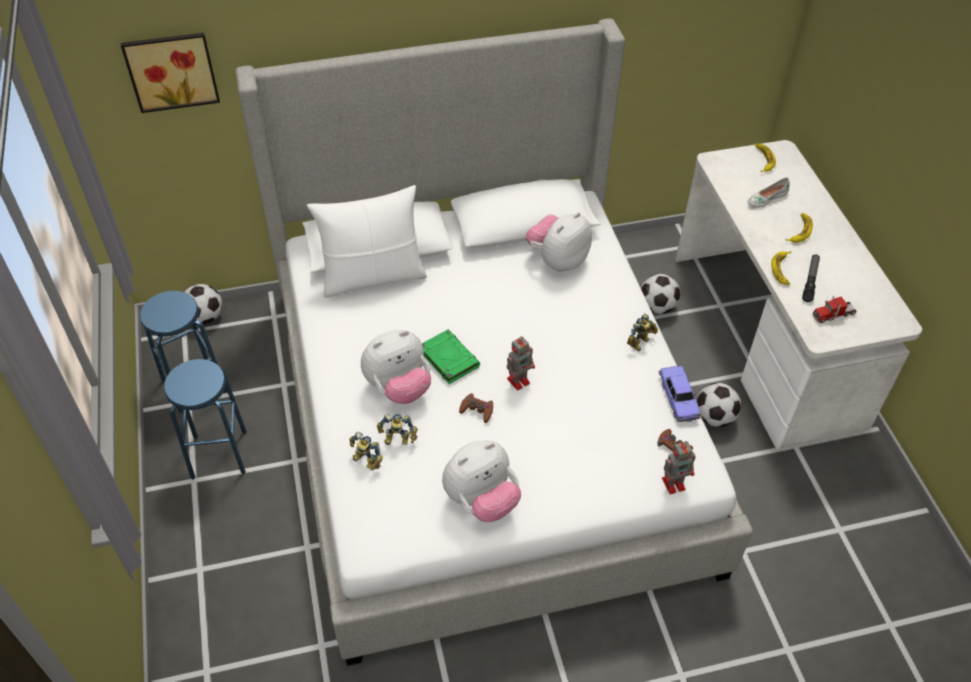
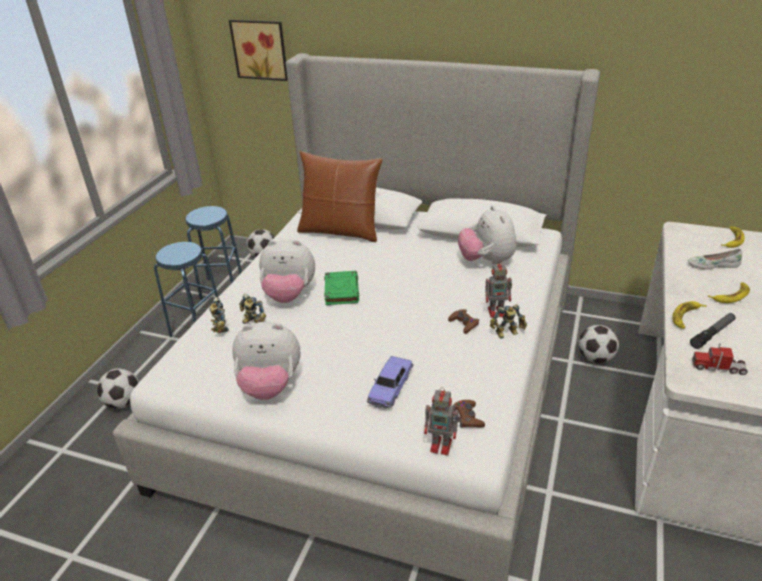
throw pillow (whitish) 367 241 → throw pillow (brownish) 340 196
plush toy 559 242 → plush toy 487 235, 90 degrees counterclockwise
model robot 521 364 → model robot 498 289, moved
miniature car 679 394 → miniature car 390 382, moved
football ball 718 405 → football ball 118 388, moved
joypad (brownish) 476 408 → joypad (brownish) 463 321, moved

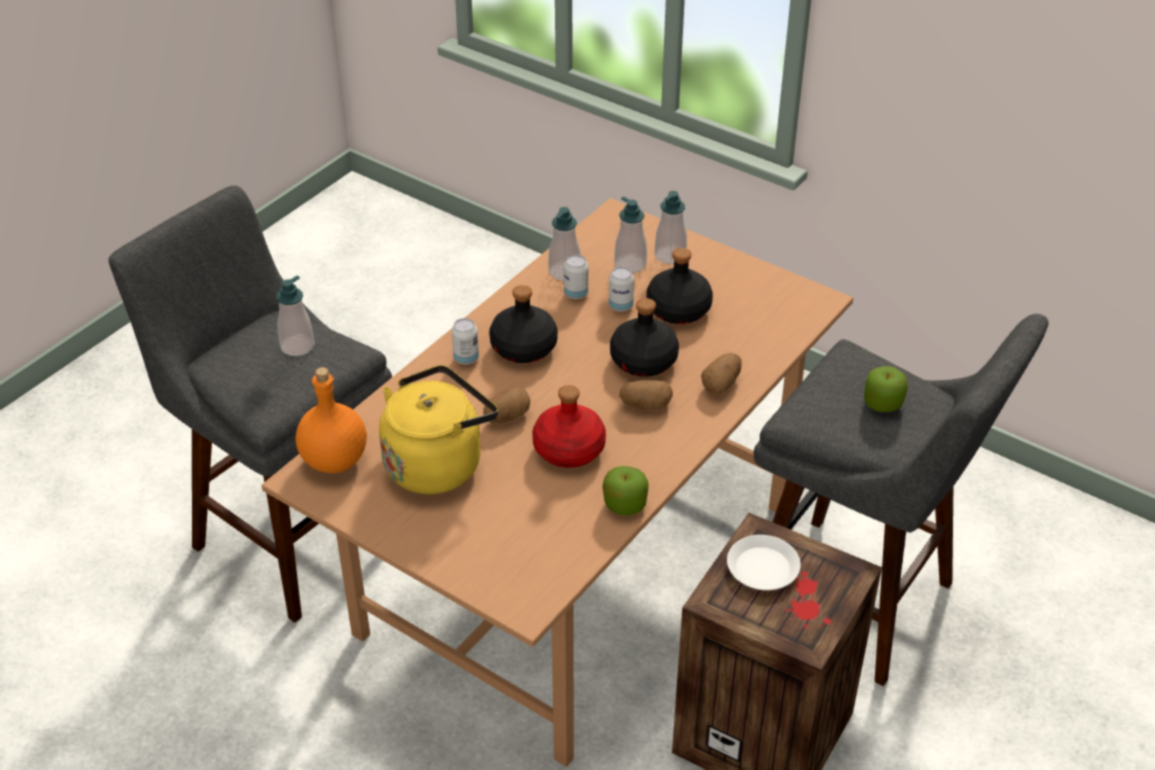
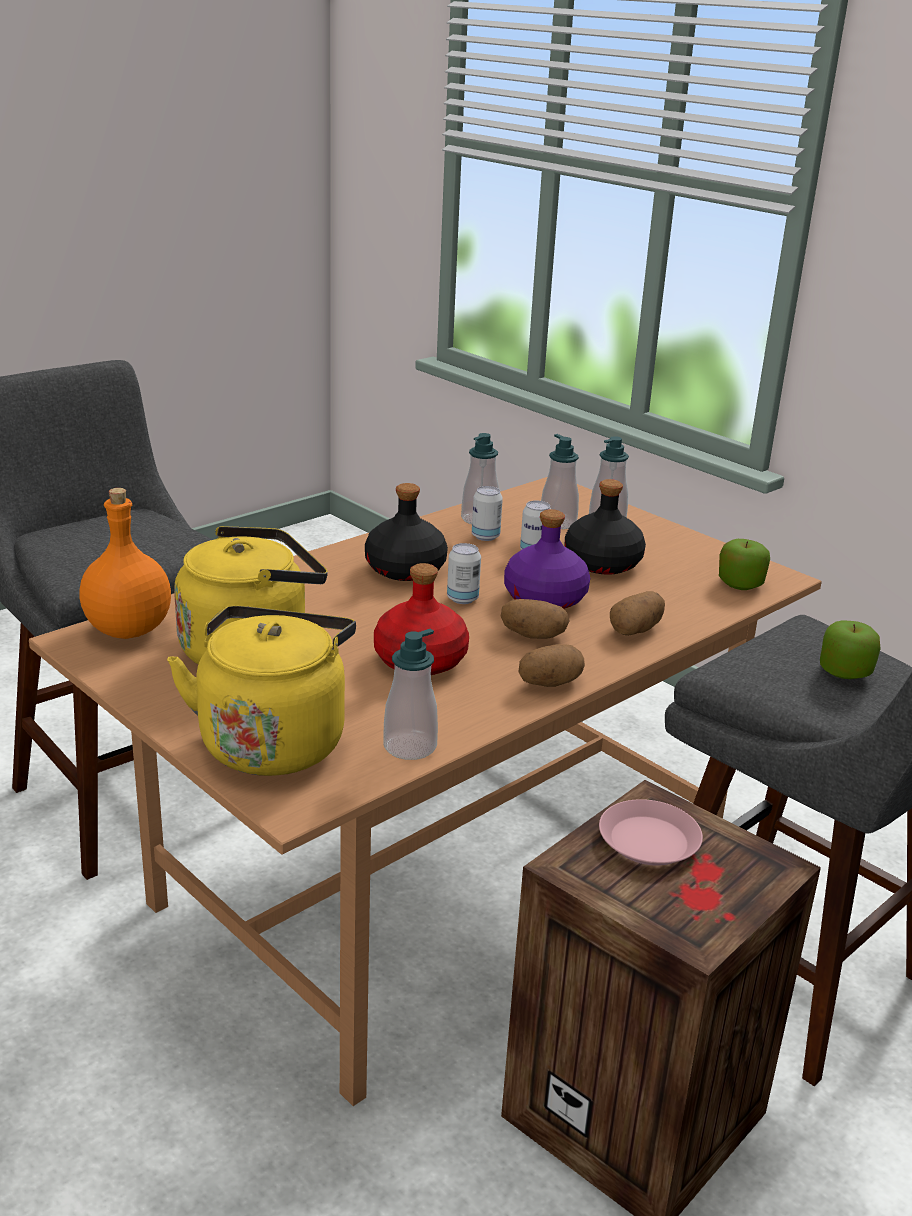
liquid soap bottle 295 316 → liquid soap bottle 410 694, moved
bottle (blackish) 644 337 → bottle (purple-coloured) 547 559
metal can 465 341 → metal can 464 573, moved
whole potato 507 404 → whole potato 551 665, moved
apple fruit 626 491 → apple fruit 744 564, moved
dinner plate (whitish) 764 562 → dinner plate (pinkish) 651 832
- → tea kettle (yellow-coloured) 261 690

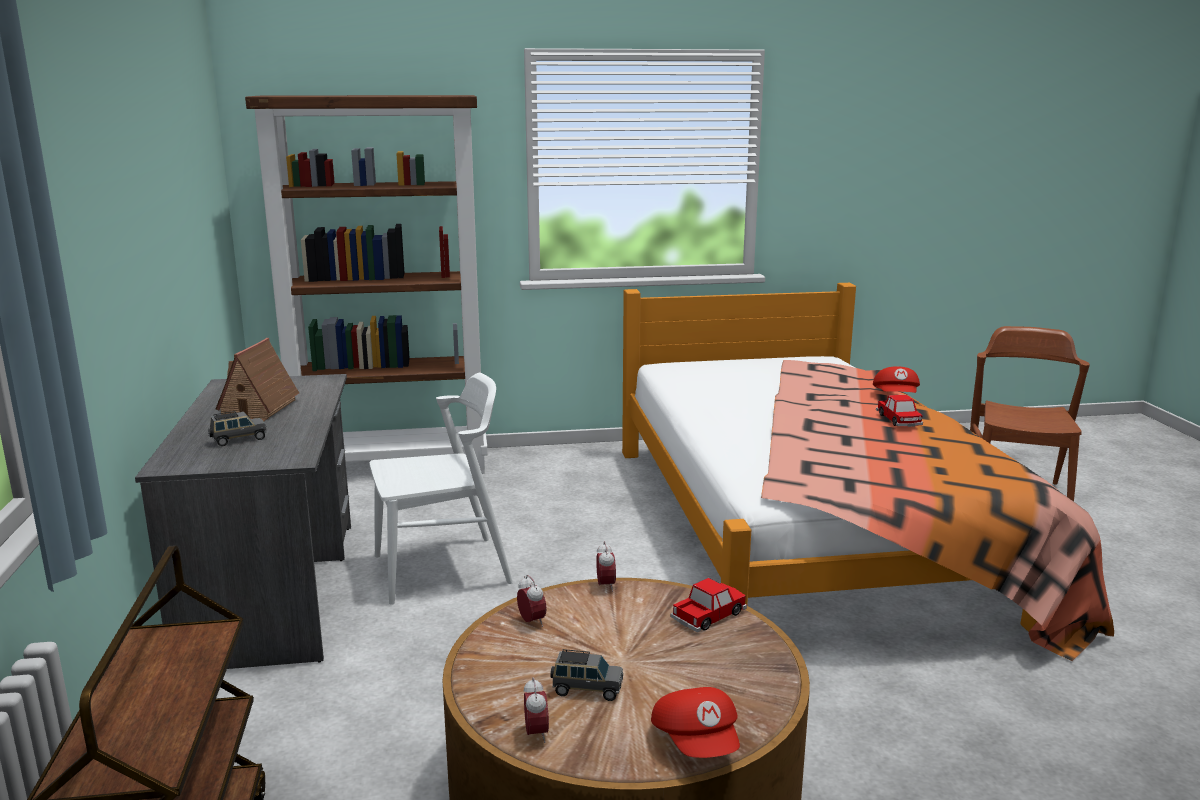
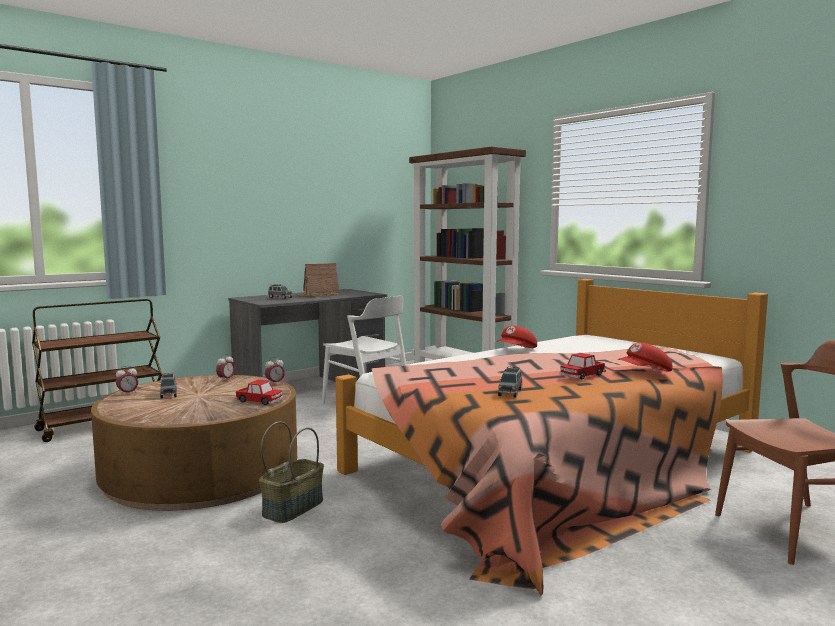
baseball cap (red) 695 722 → baseball cap (red) 517 337, moved
- → miniature car (greyish) 510 382
- → household basket 291 472

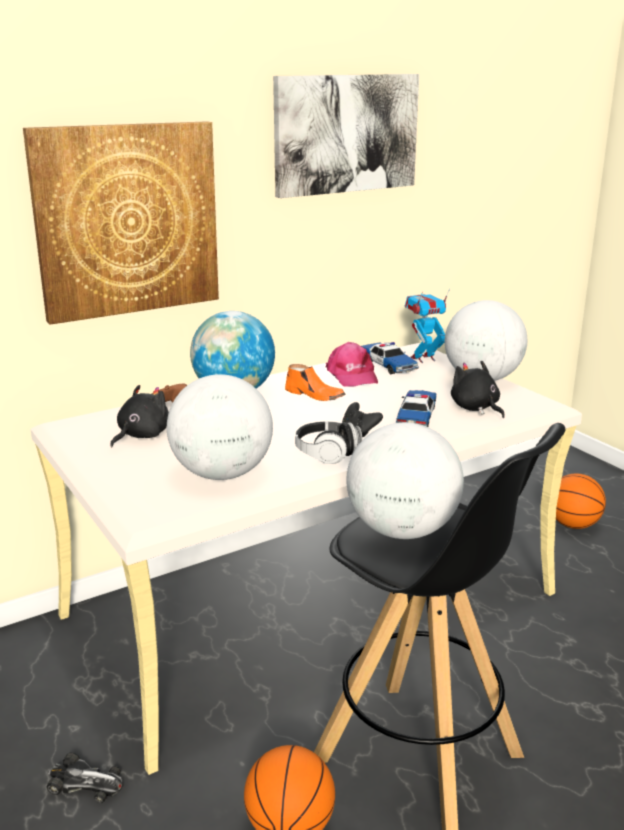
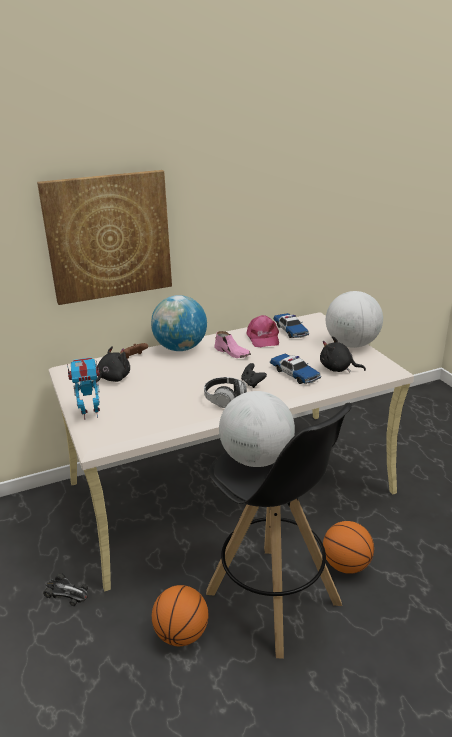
wall art 346 136 → -
model robot 427 325 → model robot 83 388, moved
plush toy (blackish) 478 389 → plush toy (blackish) 343 354, 45 degrees counterclockwise
shoe (orange-coloured) 315 382 → shoe (pinkish) 232 344
world globe 220 427 → -
miniature car 416 408 → miniature car 295 369, 120 degrees clockwise
basketball 581 501 → basketball 348 547, moved

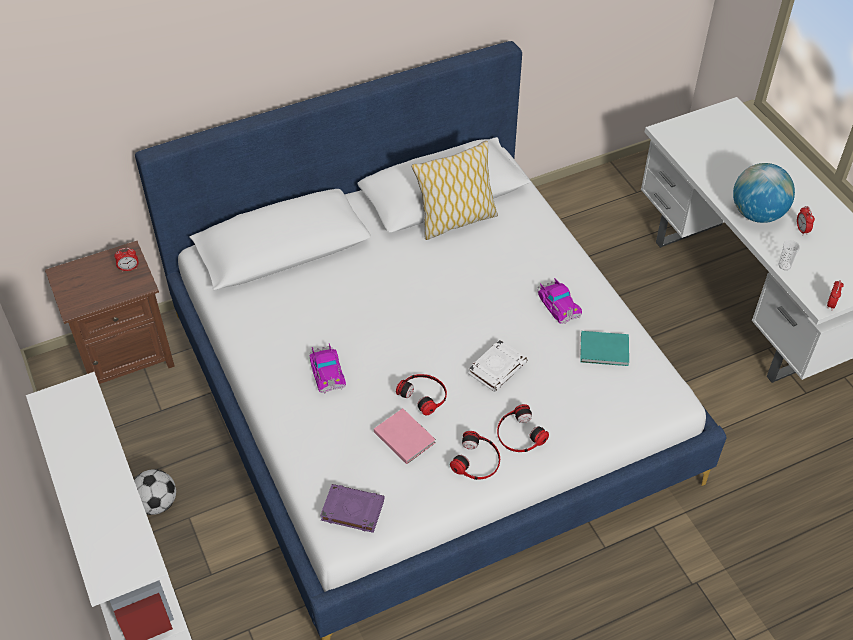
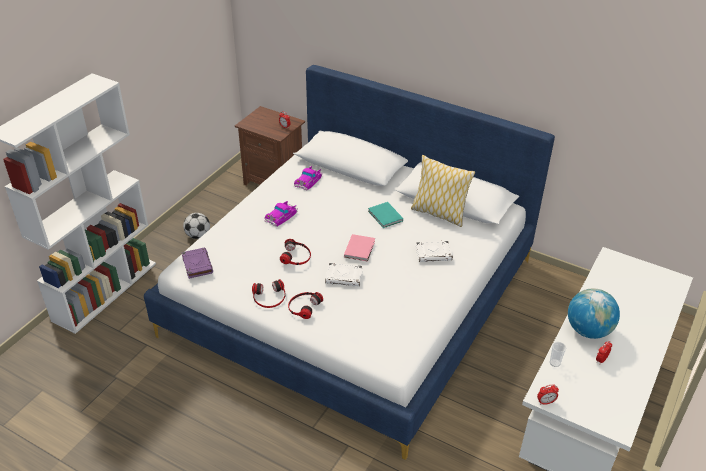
miniature car 559 301 → miniature car 308 178, moved
bound book (turquoise) 604 348 → bound book (turquoise) 385 215, moved
bound book (pinkish) 405 436 → bound book (pinkish) 359 248, moved
- → bound book (whitish) 434 251

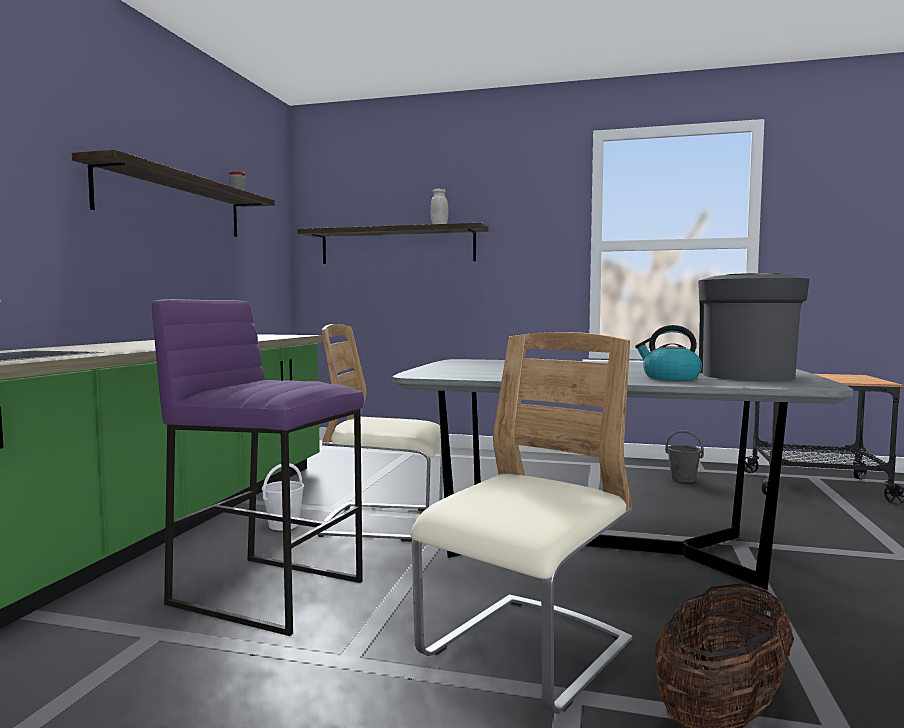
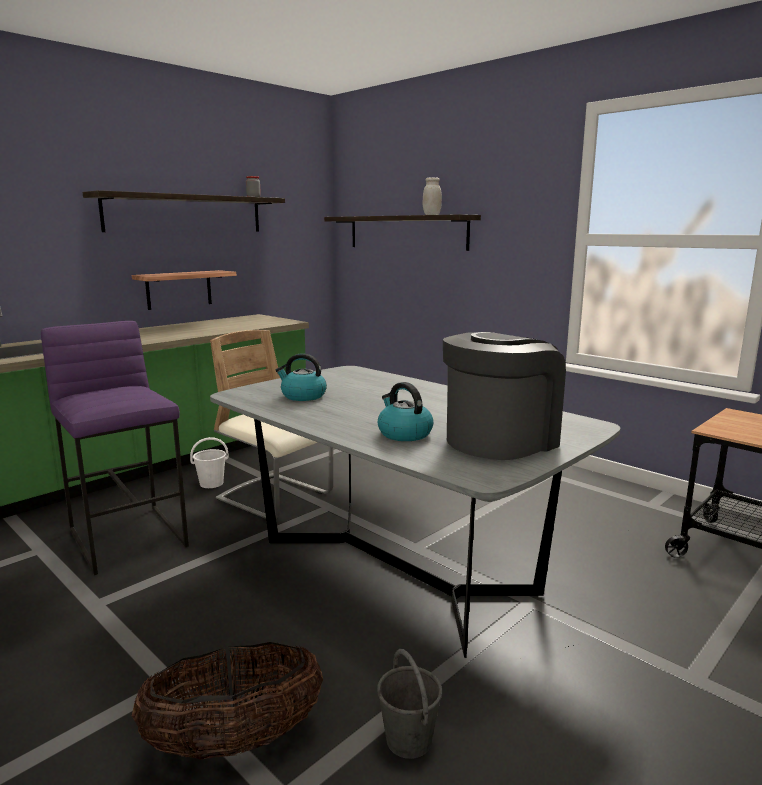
chair (beige) 521 523 → -
bucket (greyish) 684 456 → bucket (greyish) 409 704, moved
- → wall shelf 184 290
- → tea kettle 301 377

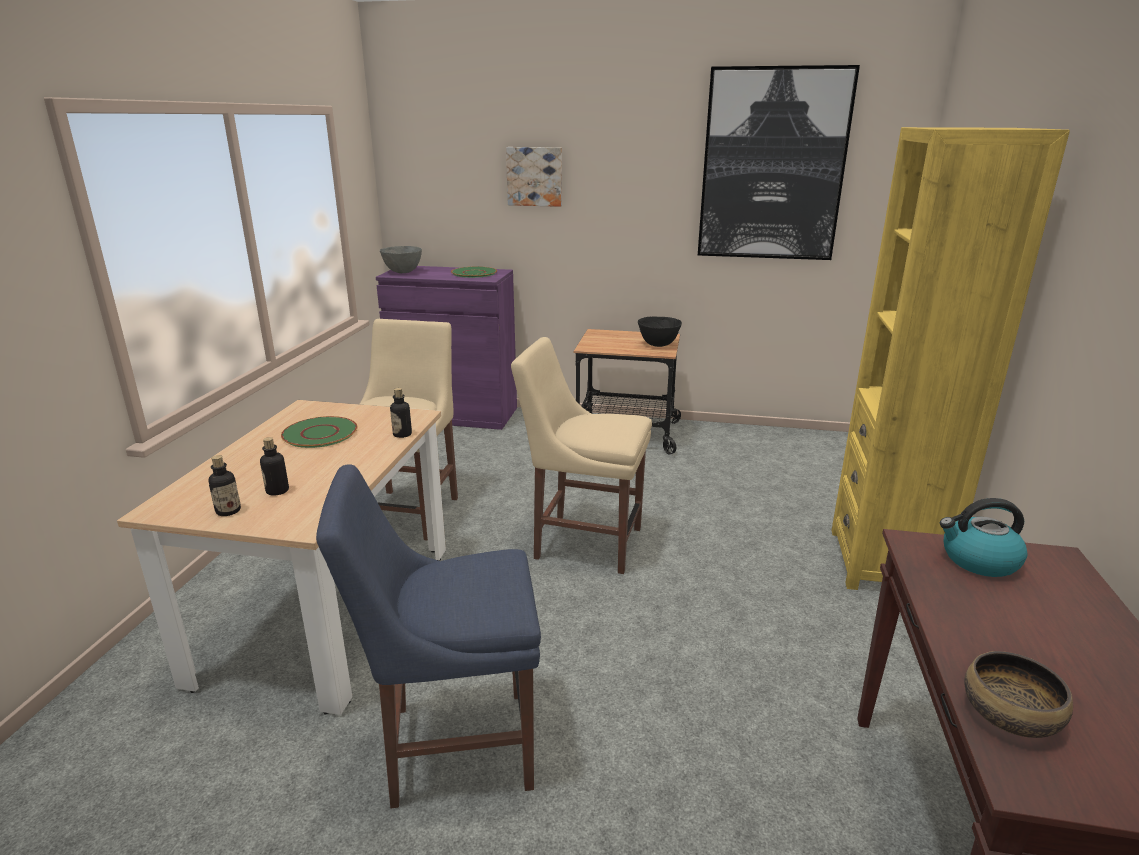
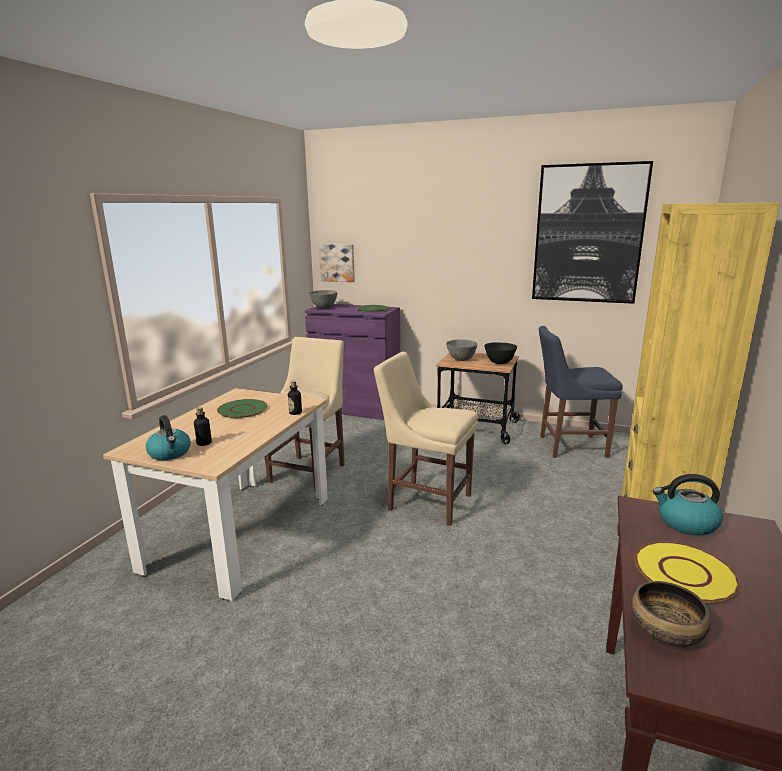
wall art 534 177 → wall art 337 263, moved
bottle 224 485 → tea kettle 168 437
chair (bluish) 428 636 → chair (bluish) 581 392, moved
- → deep dish (greyish) 462 350
- → dinner plate (yellow-coloured) 687 572

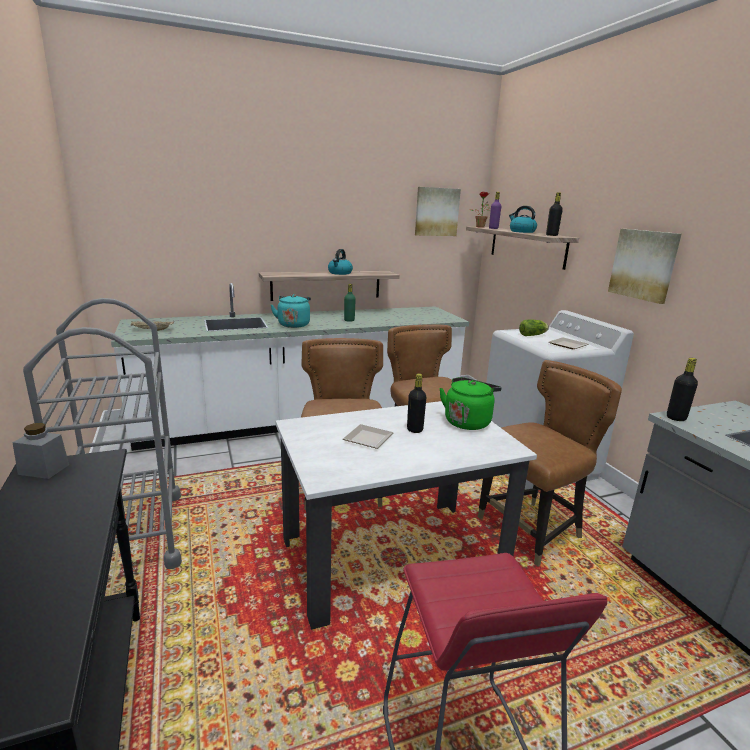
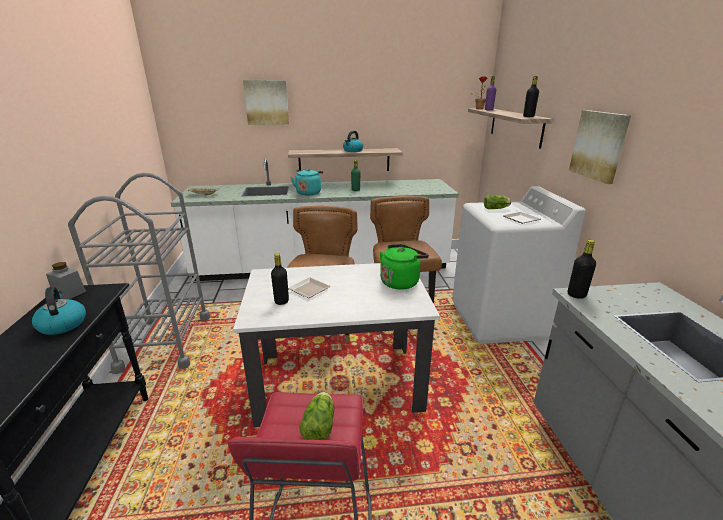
wall art 438 211 → wall art 266 102, moved
tea kettle 523 219 → tea kettle 59 311, moved
chair (brownish) 550 463 → -
bottle (blackish) 416 403 → bottle (blackish) 280 279, moved
- → lettuce 316 416

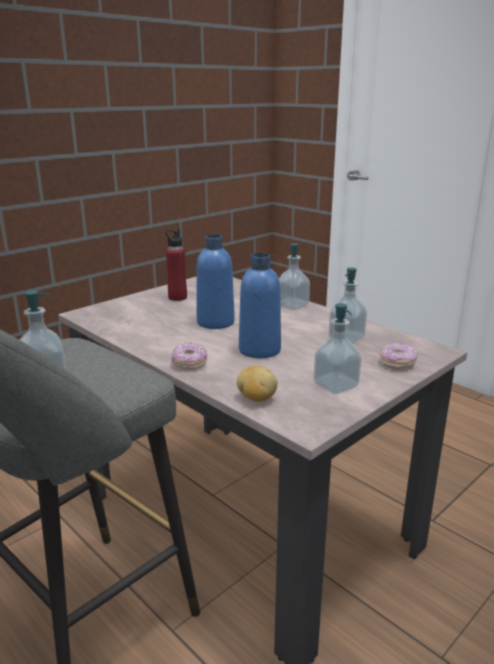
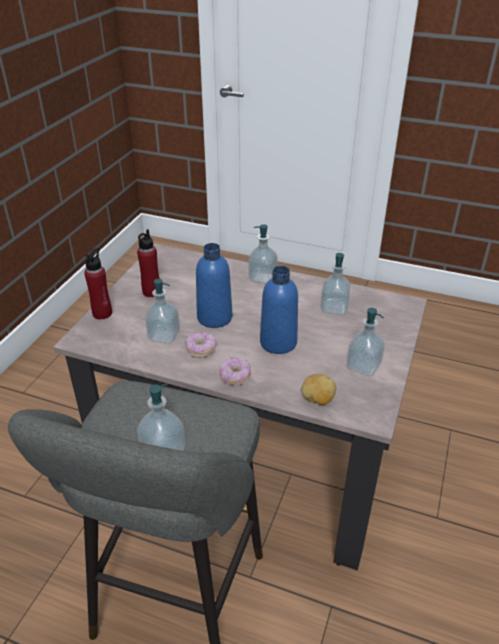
ring doughnut 399 356 → ring doughnut 200 345, moved
- → bottle (red) 98 284
- → liquid soap bottle 162 311

